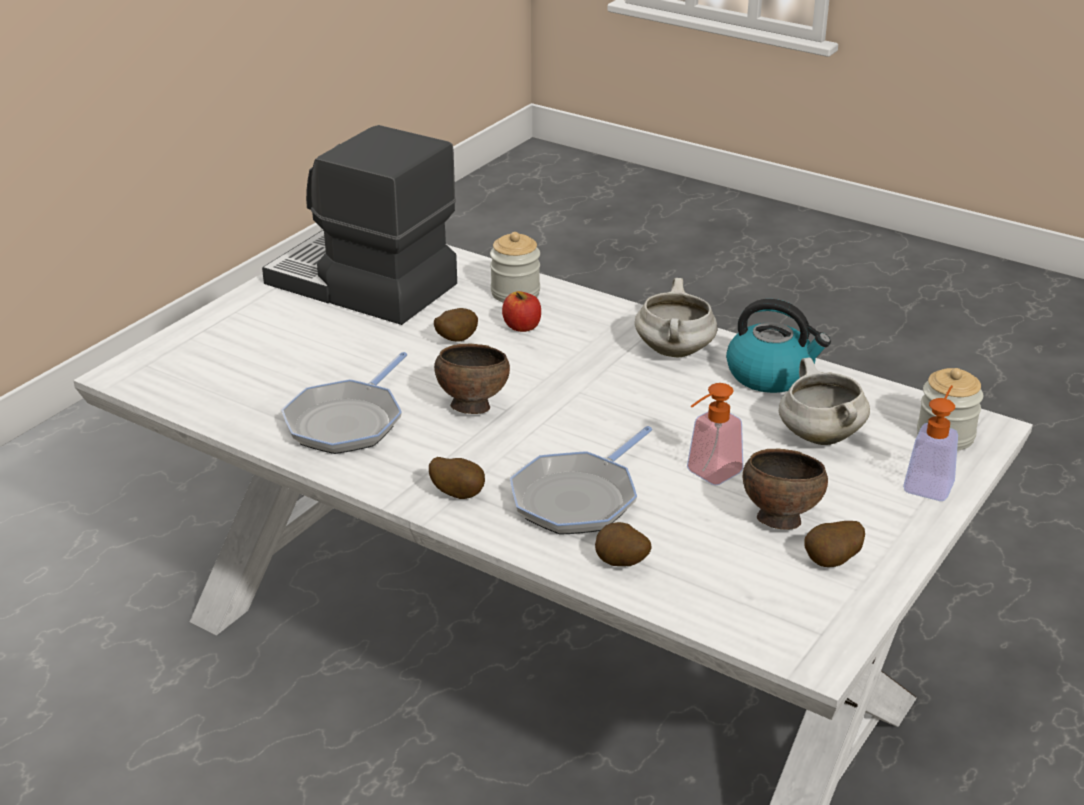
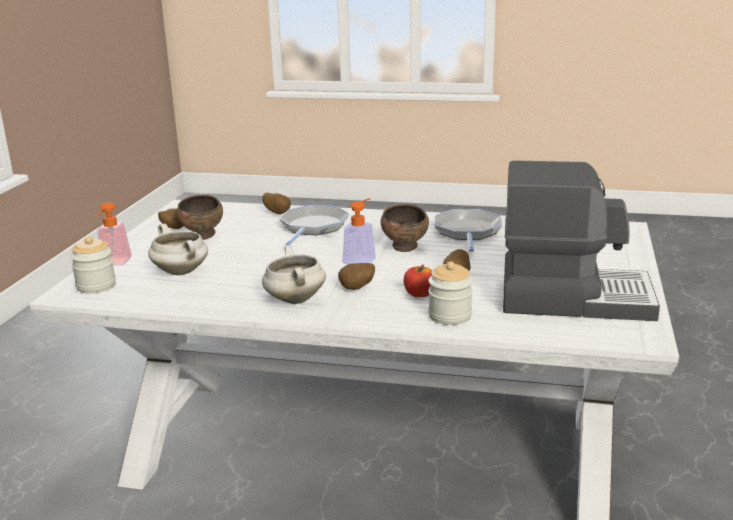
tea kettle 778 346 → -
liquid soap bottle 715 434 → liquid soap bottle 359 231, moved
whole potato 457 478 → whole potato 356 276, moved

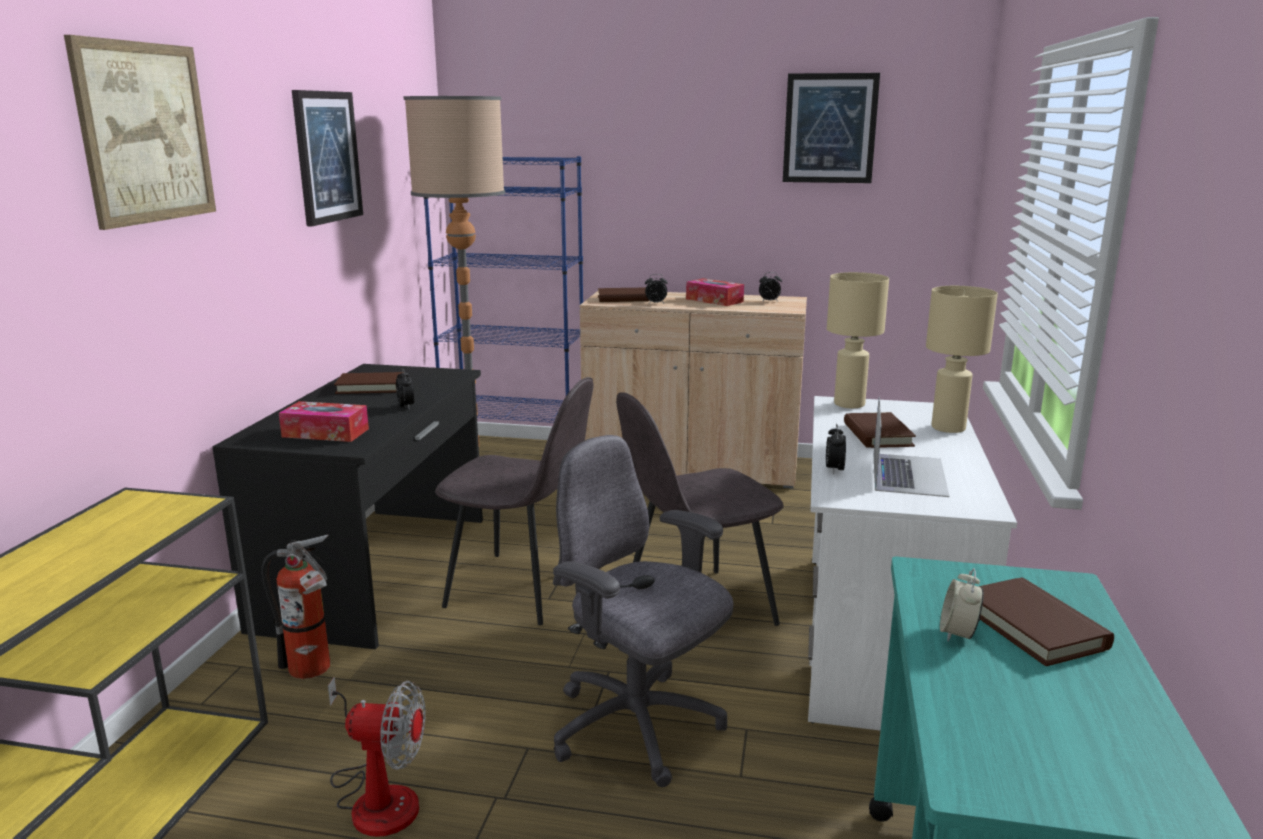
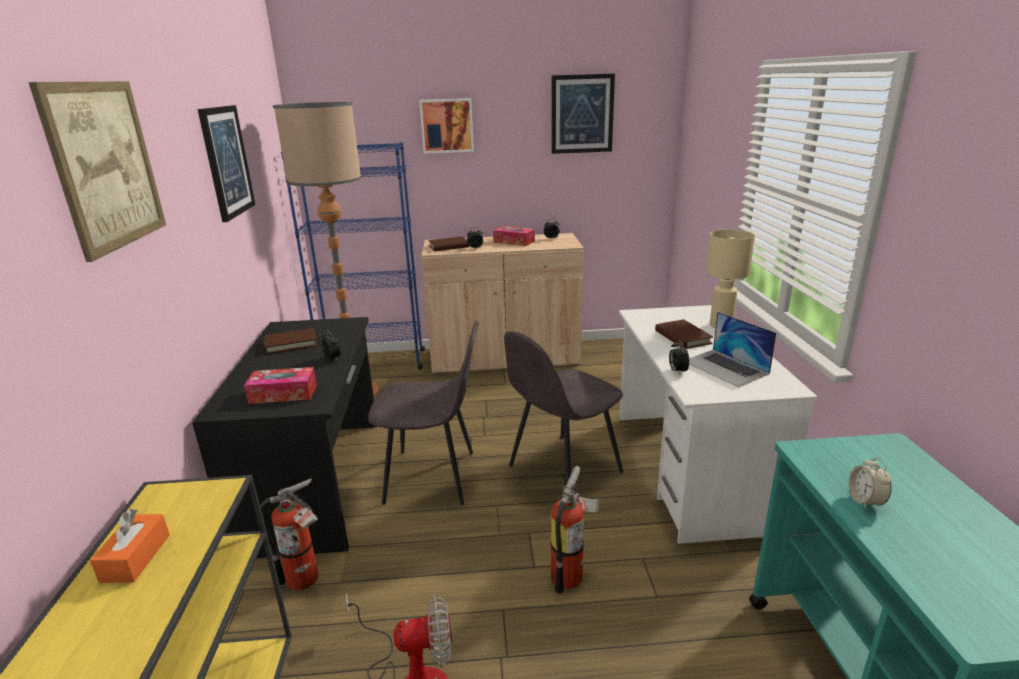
lamp for a table (beige) 858 340 → -
portable computer 911 446 → portable computer 732 349, 150 degrees clockwise
office chair (greyish) 643 611 → fire extinguisher 574 530
bound book (brownish) 1046 621 → -
- → wall art 446 126
- → tissue holder (orange-coloured) 130 546

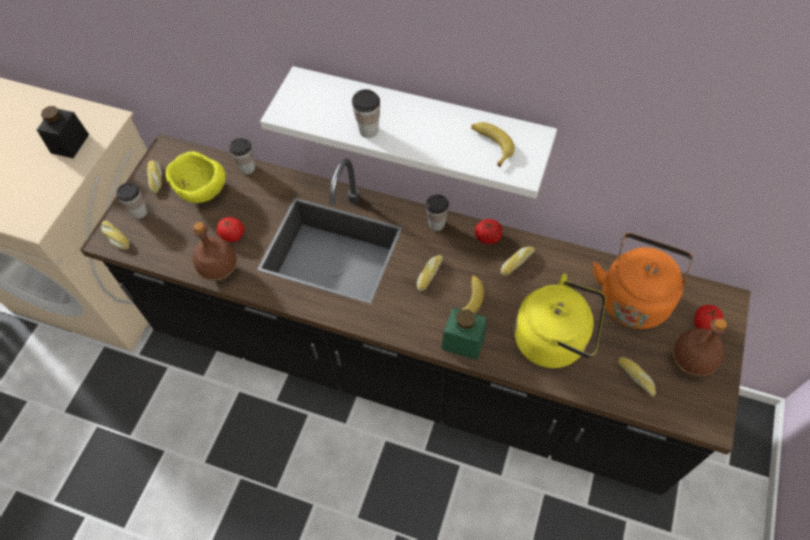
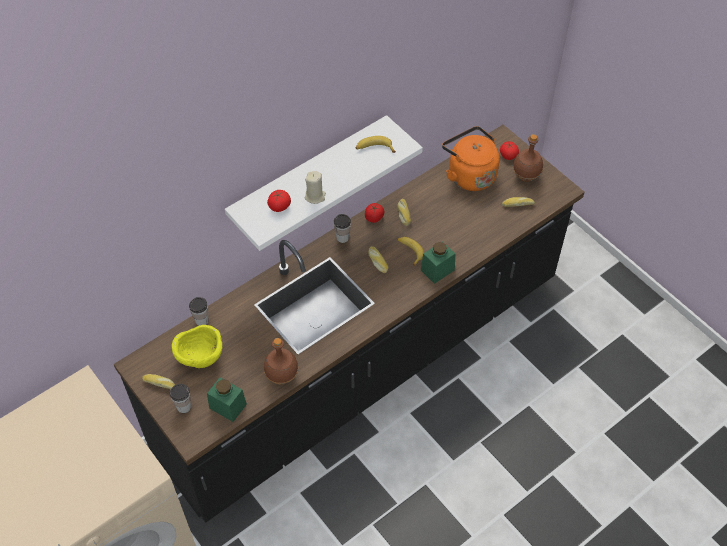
drinking cup 366 113 → wax candle (beige) 315 187
preserve jar (blackish) 63 132 → -
tomato 230 229 → tomato 279 201, moved
baked bread 115 235 → -
tea kettle (yellow-coloured) 560 321 → -
- → preserve jar (greenish) 227 399

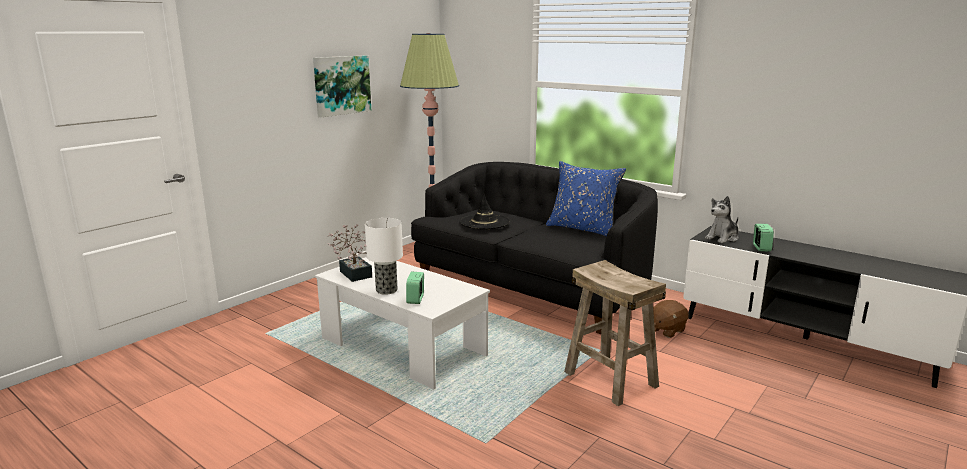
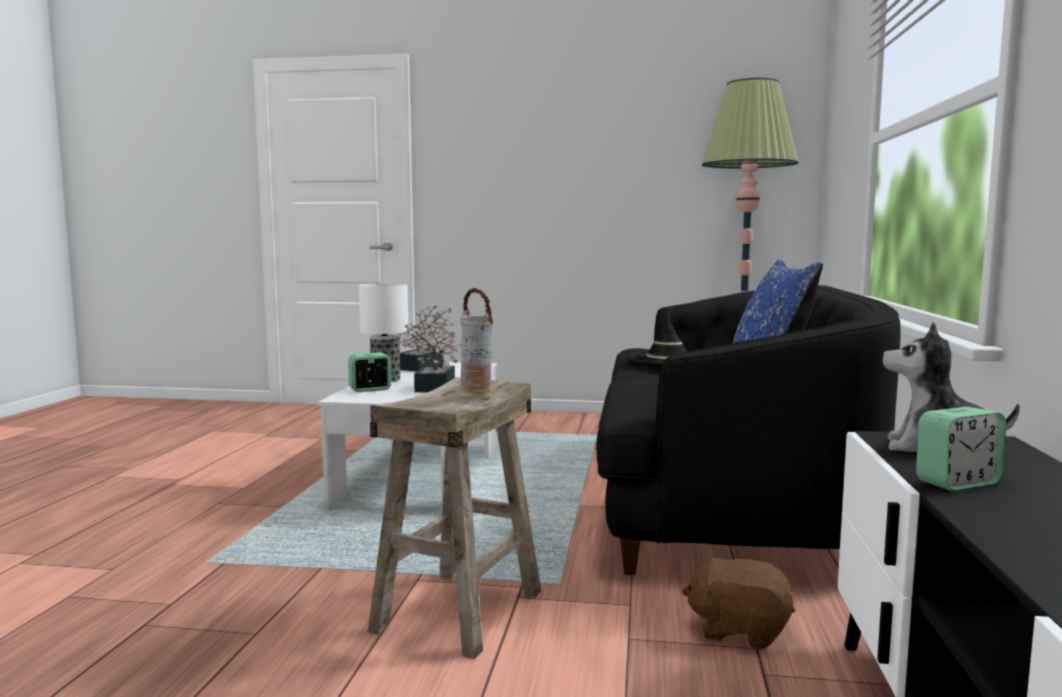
wall art 342 86 → -
- → decorative vase 476 343
- → houseplant 431 356

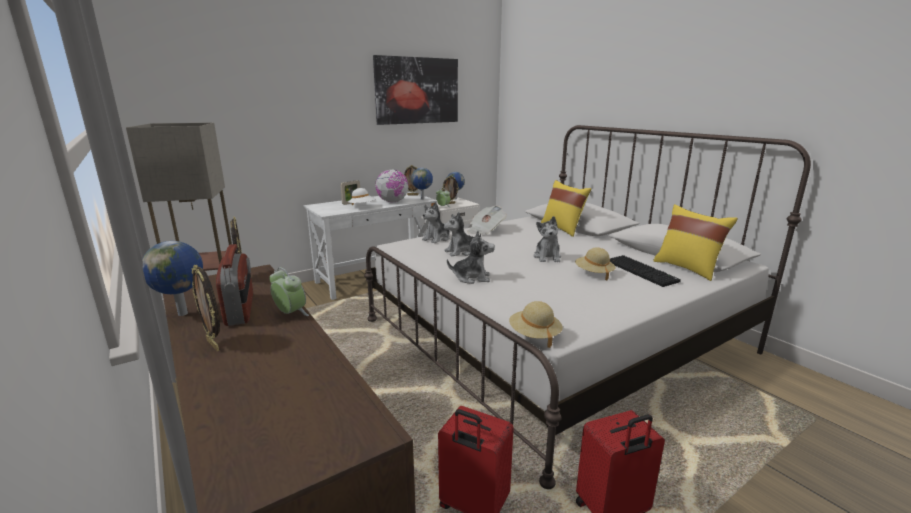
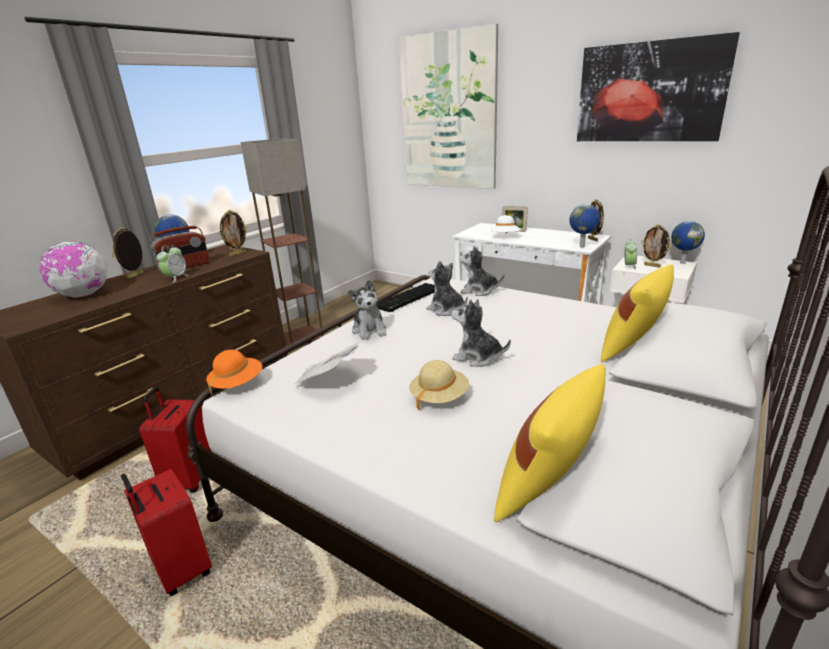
world globe 392 186 → world globe 74 269, moved
daily paper 487 220 → daily paper 327 363, moved
plush toy 547 239 → plush toy 481 333, 45 degrees clockwise
keyboard 645 271 → keyboard 406 297, moved
wearable hat (beige) 536 324 → wearable hat (orange-coloured) 234 372
- → wall art 448 106

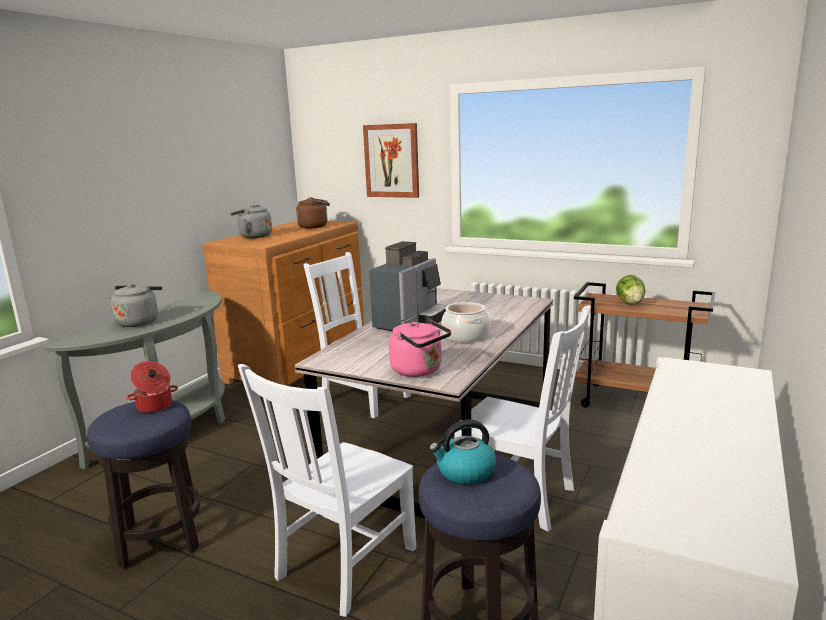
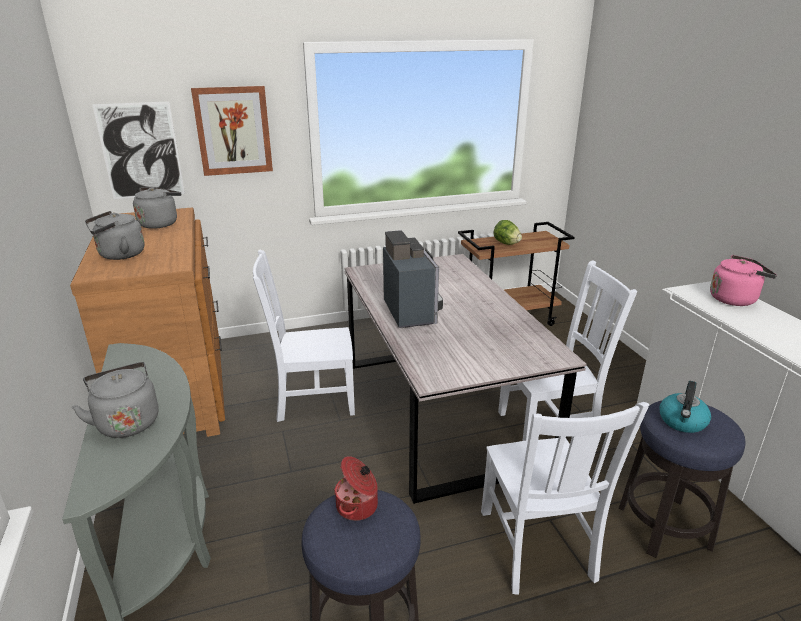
tea kettle (brownish) 313 212 → tea kettle (greyish) 157 208
cooking pot 465 322 → -
tea kettle (pinkish) 420 348 → tea kettle (pinkish) 743 280, moved
- → wall art 138 150

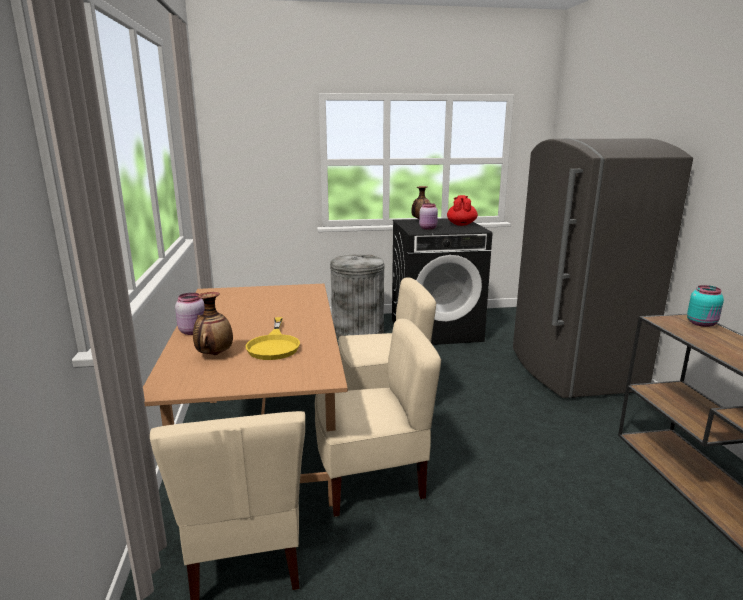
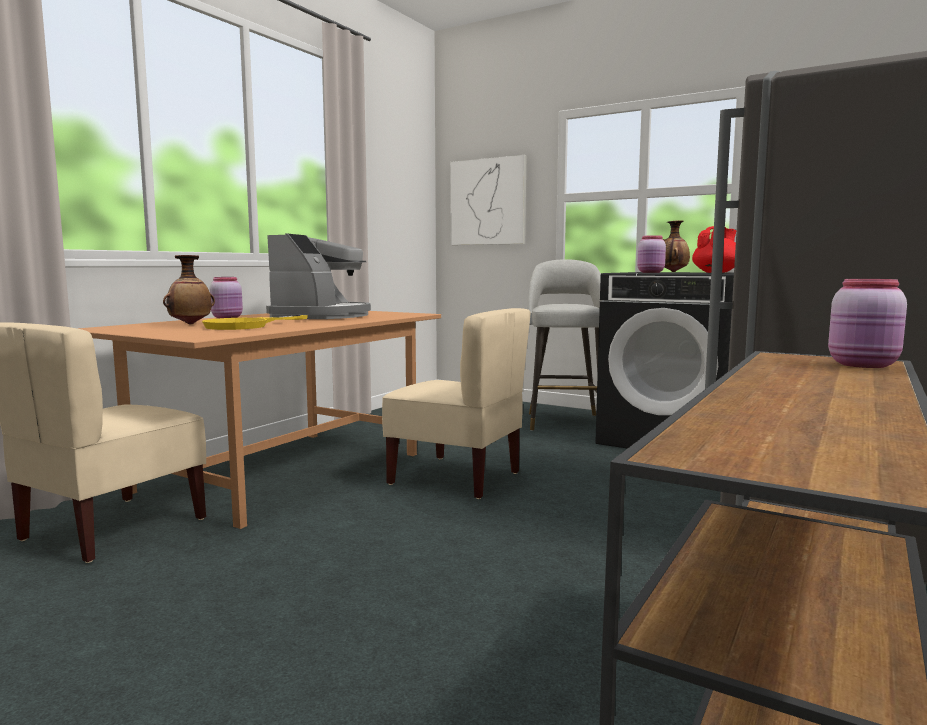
rubbish bin (greyish) 357 296 → stool seat (greyish) 565 345
preserve jar (turquoise) 705 306 → preserve jar (pinkish) 867 323
chair (beige) 378 417 → -
- → wall art 488 200
- → coffee brewer 318 276

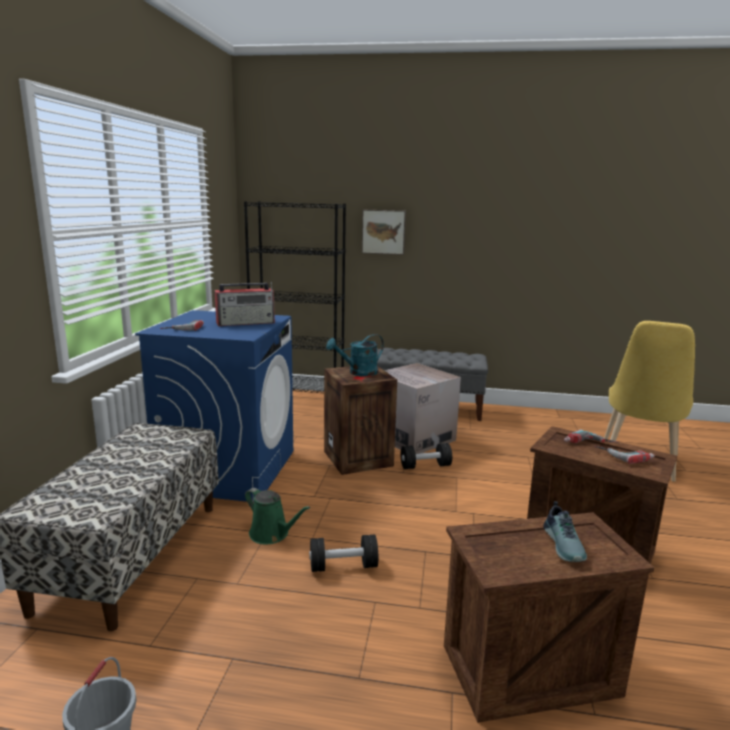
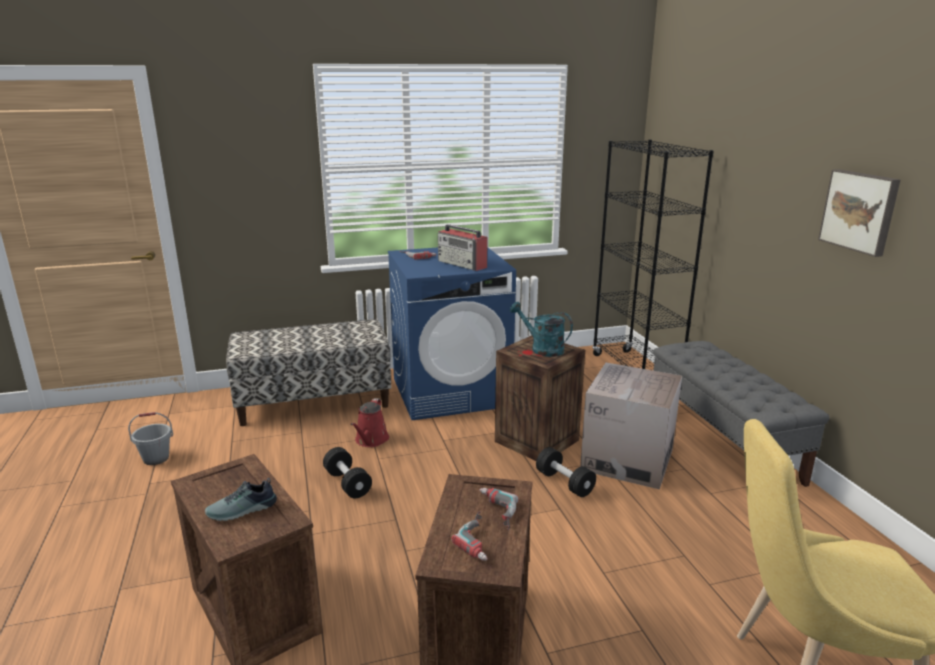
wall art 384 232 → wall art 859 213, moved
sprinkling can (greenish) 277 516 → sprinkling can (red) 369 422

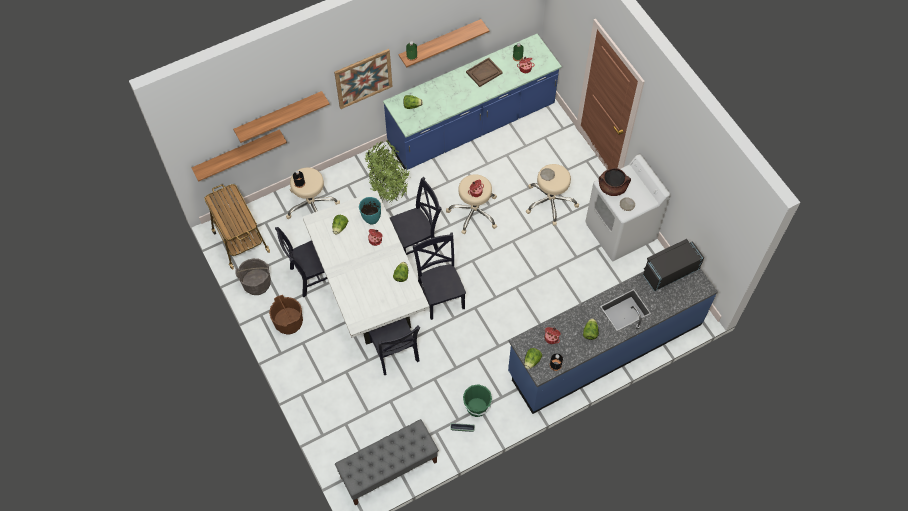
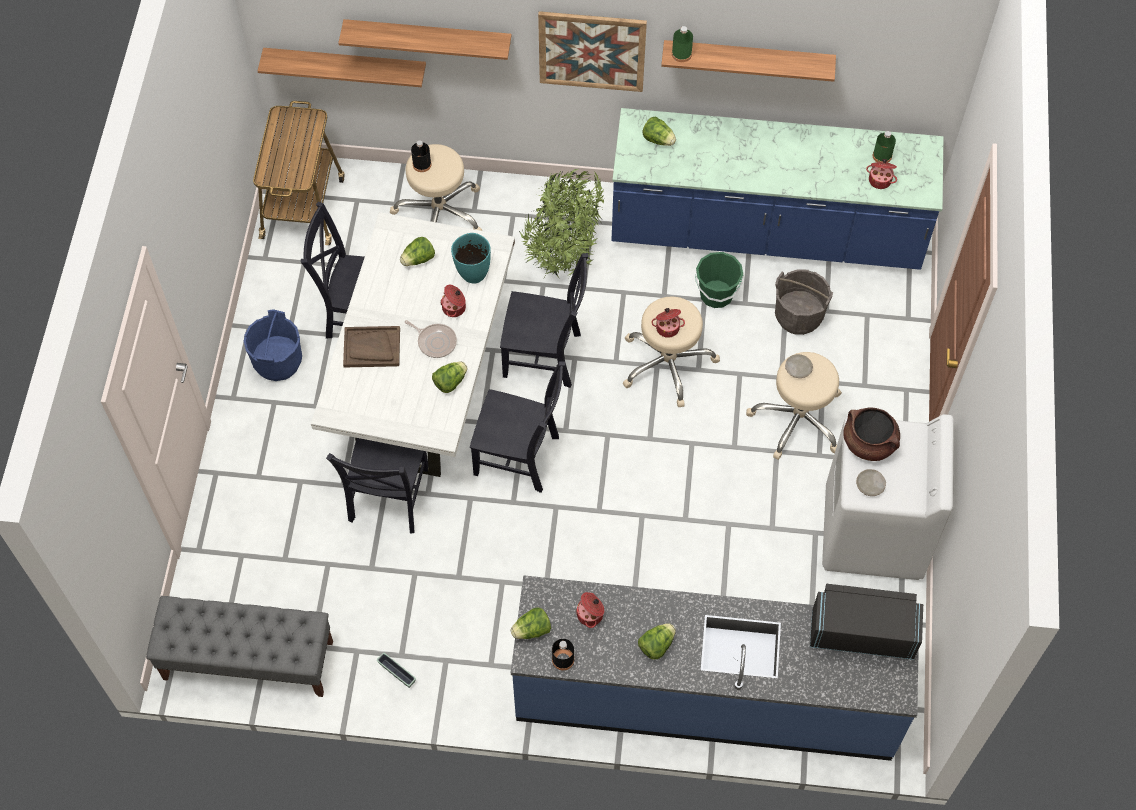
serving tray (brownish) 484 72 → serving tray (brownish) 371 346, moved
chair (blackish) 439 276 → chair (blackish) 517 427, 90 degrees clockwise
bucket (greyish) 253 276 → bucket (greyish) 804 302, moved
bucket (brownish) 286 315 → bucket (bluish) 273 345
bucket (greenish) 477 400 → bucket (greenish) 719 280, moved
- → skillet 431 339

